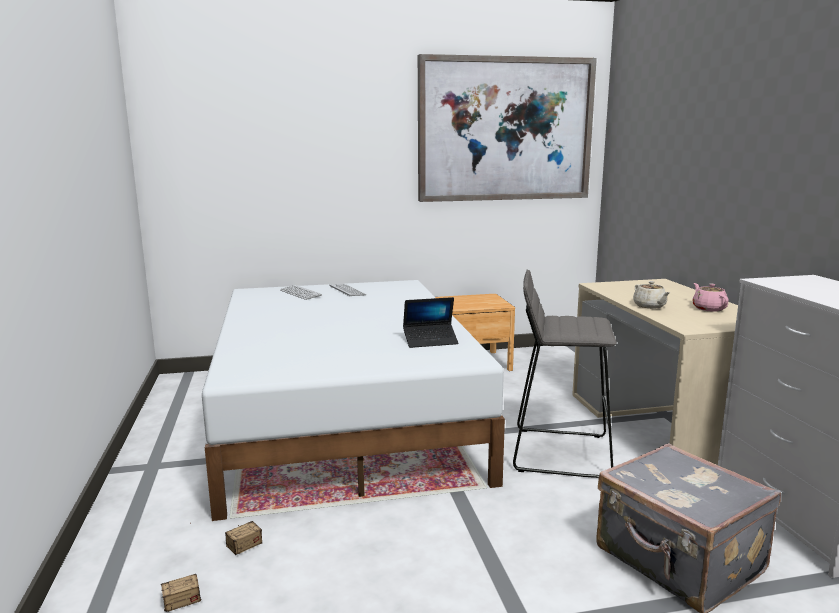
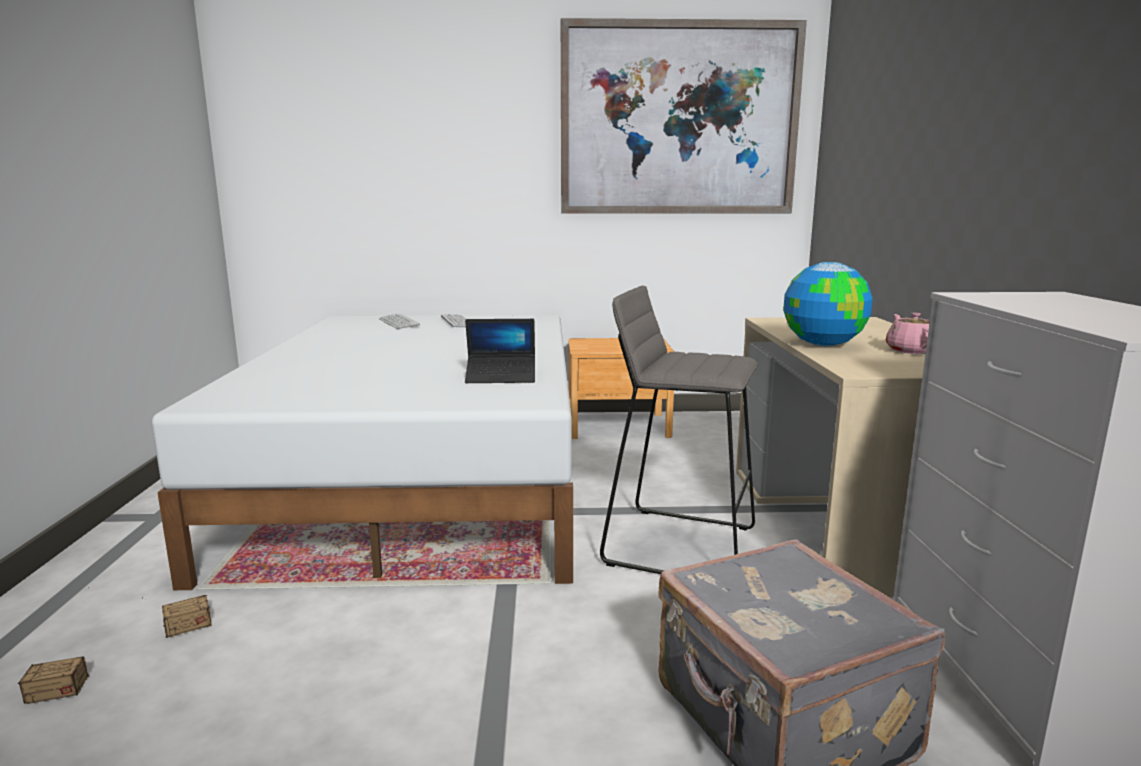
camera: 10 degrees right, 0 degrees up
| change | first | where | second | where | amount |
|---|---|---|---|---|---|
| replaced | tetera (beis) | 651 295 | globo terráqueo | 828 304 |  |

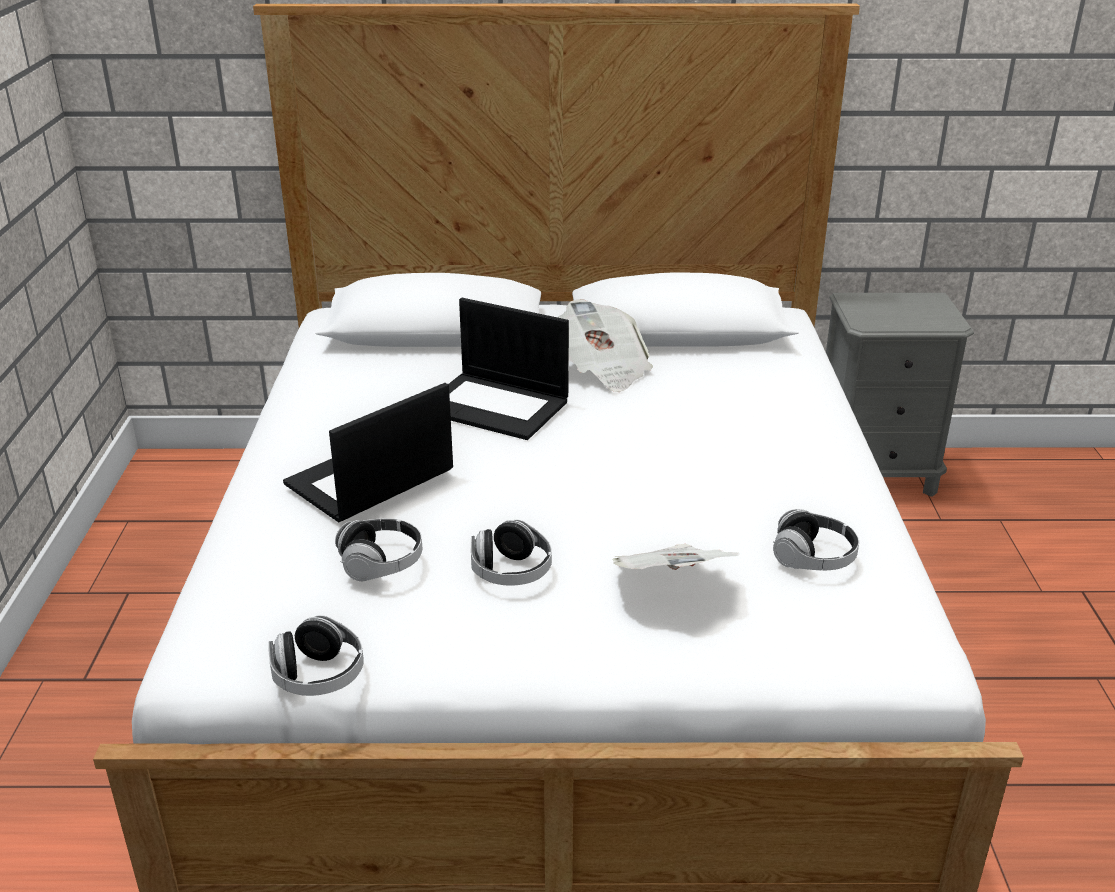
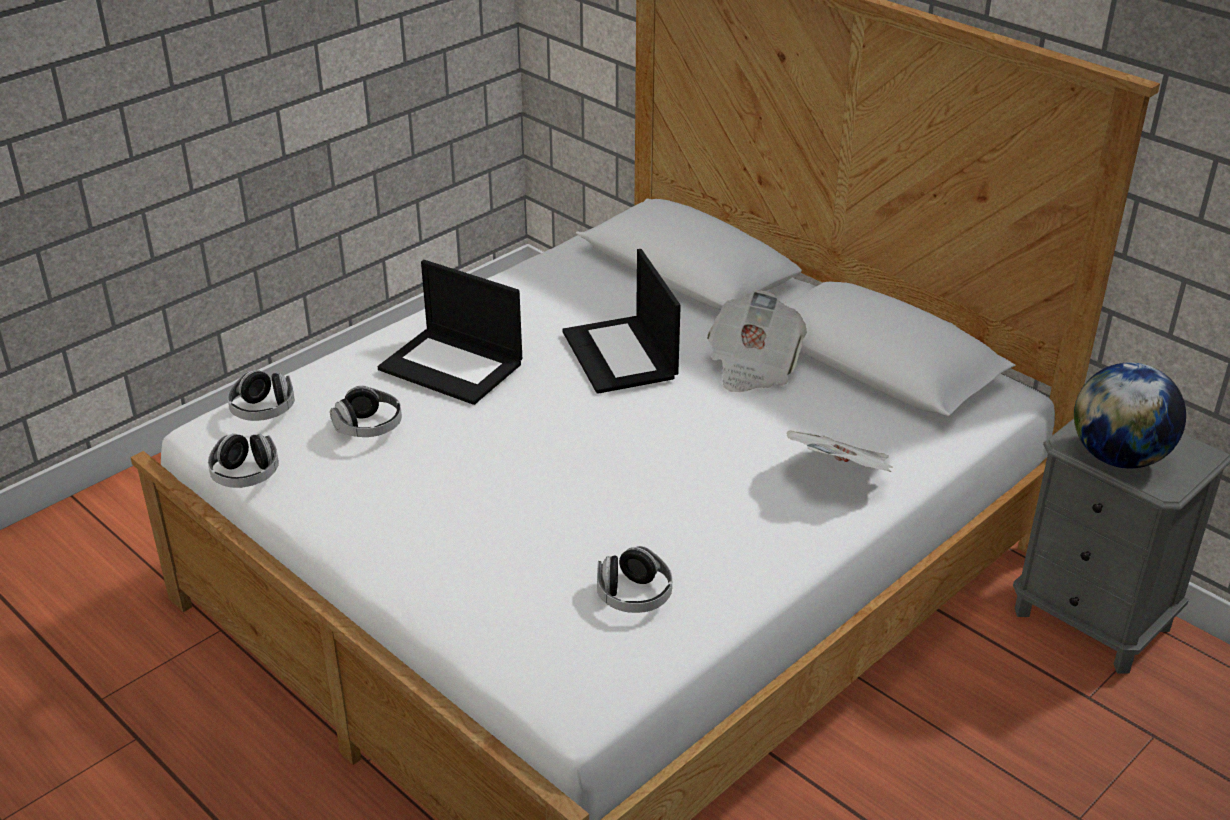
camera: 45 degrees right, 5 degrees up
| change | first | where | second | where | amount |
|---|---|---|---|---|---|
| moved | auriculares | 511 553 |  | 261 395 |  |
| turned | portátil | 368 452 |  | 450 332 | 150 degrees counterclockwise |
| moved | periódico | 675 557 |  | 840 451 |  |
| added |  |  | globo terráqueo | 1130 415 |  |

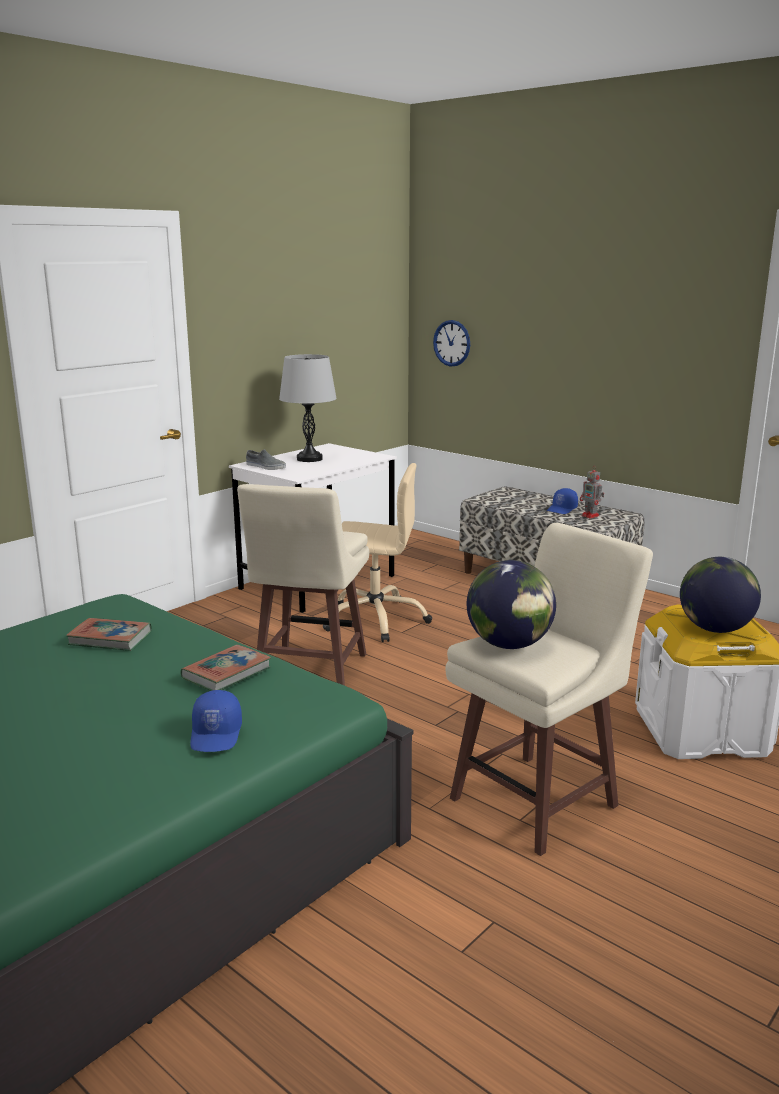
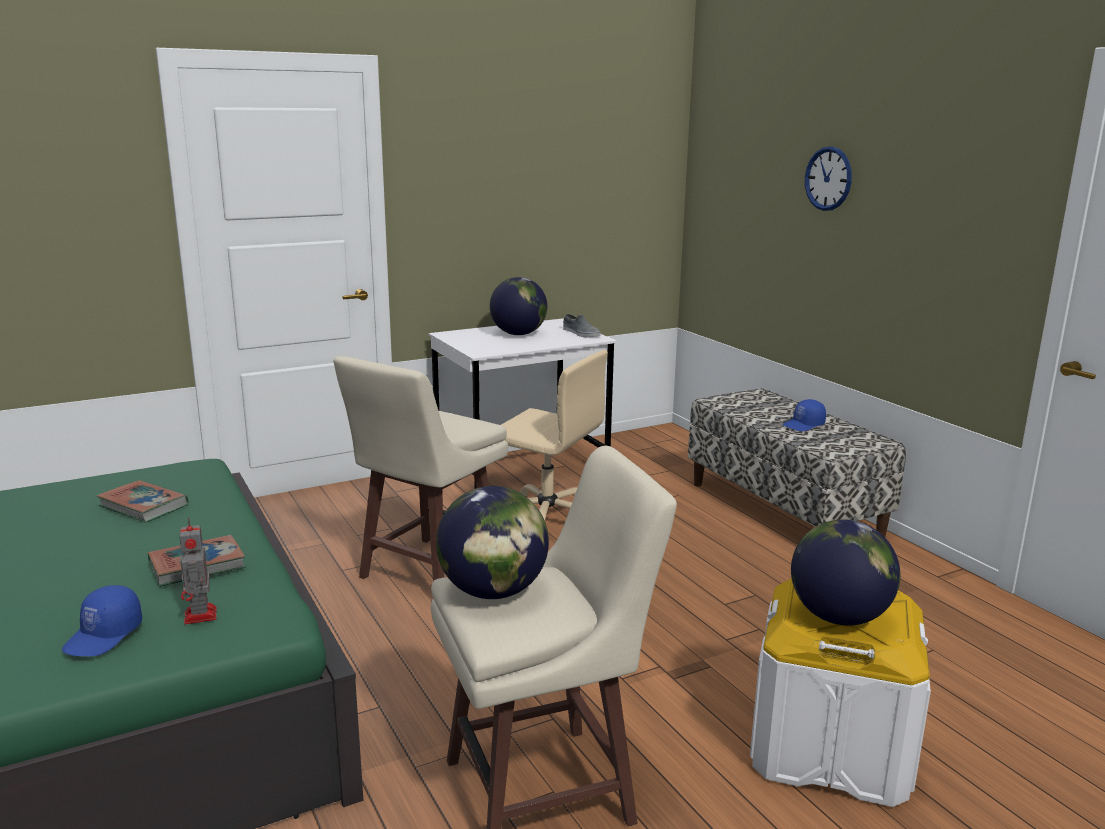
camera: 20 degrees right, 0 degrees up
| change | first | where | second | where | amount |
|---|---|---|---|---|---|
| moved | robot de juguete | 592 494 |  | 198 571 |  |
| replaced | lámpara de mesa (gris) | 308 408 | globo terráqueo | 518 306 |  |
| moved | zapato (gris) | 266 459 |  | 582 325 |  |
| moved | reloj de pared | 451 343 |  | 828 178 |  |

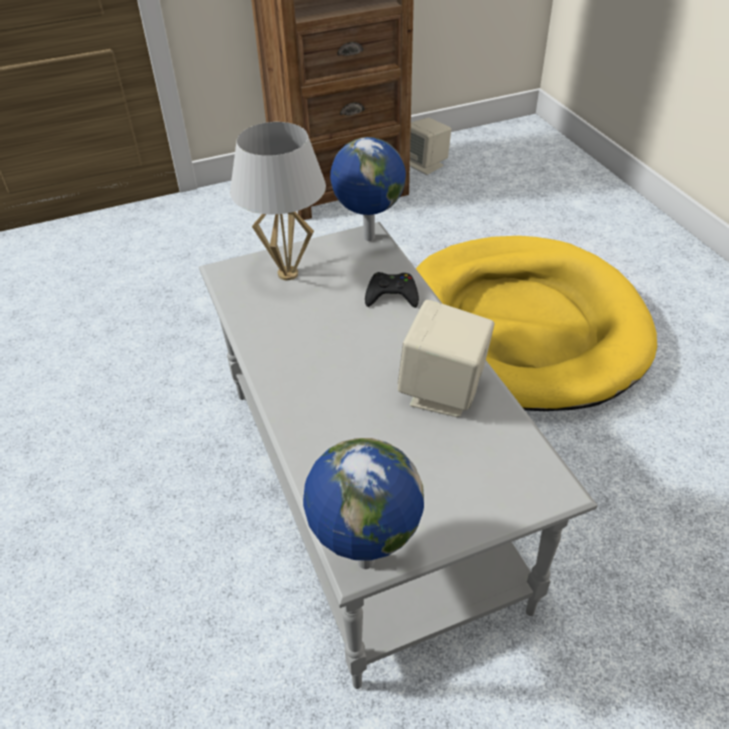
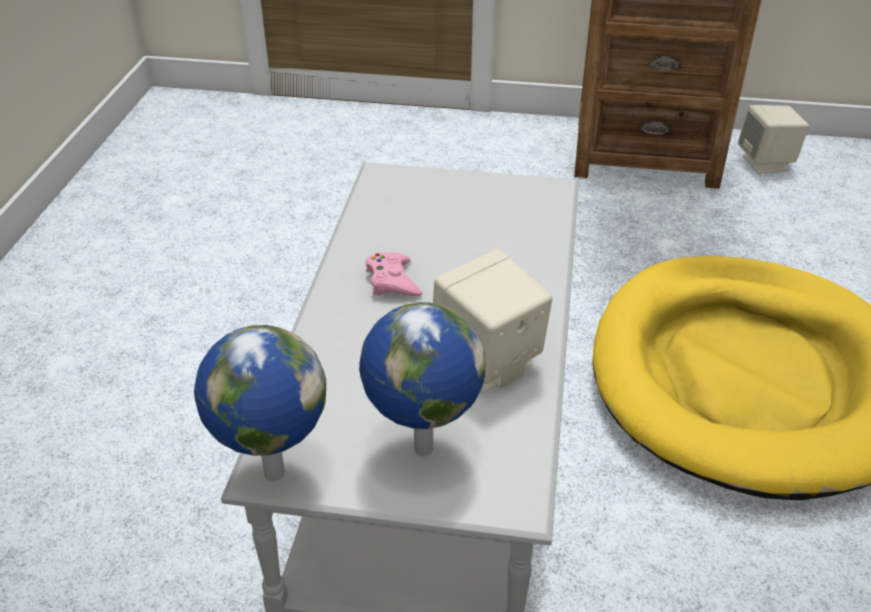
camera: 30 degrees right, 5 degrees down
| change | first | where | second | where | amount |
|---|---|---|---|---|---|
| moved | globo terráqueo | 368 189 |  | 422 379 |  |
| added |  |  | mando de consola (rosa) | 393 274 |  |
| removed | lámpara de mesa (blanco) | 278 201 |  |  |  |
| removed | mando de consola (negro) | 392 290 |  |  |  |

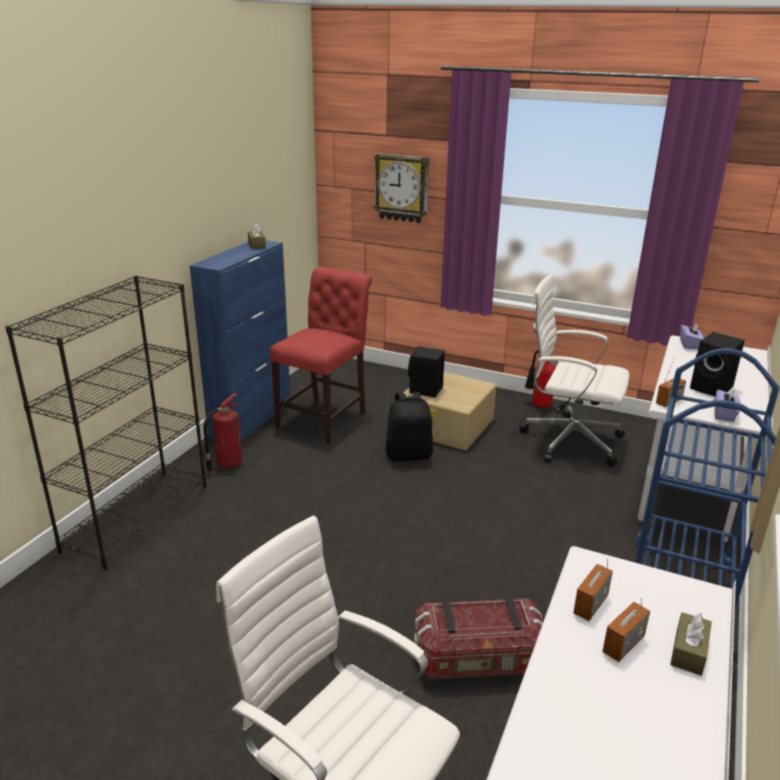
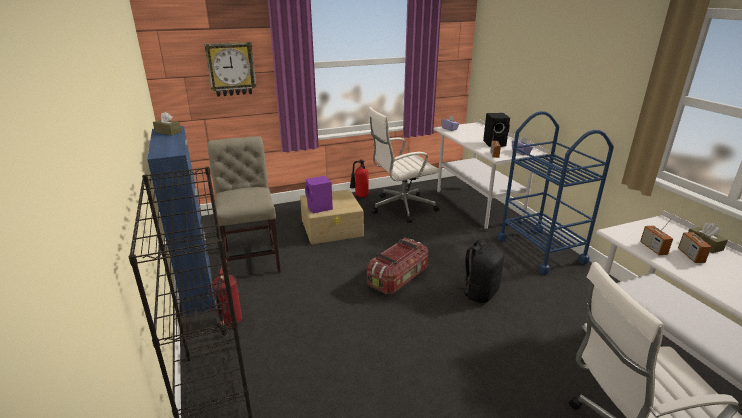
camera: 45 degrees left, 0 degrees up
| change | first | where | second | where | amount |
|---|---|---|---|---|---|
| recoloured | silla (rojo) | 321 355 | silla (beis) | 244 205 |  |
| recoloured | altavoz (negro) | 426 372 | altavoz (morado) | 319 194 |  |
| moved | caja de almacenaje | 478 638 |  | 397 265 |  |
| moved | mochila (negro) | 409 426 |  | 480 271 |  |

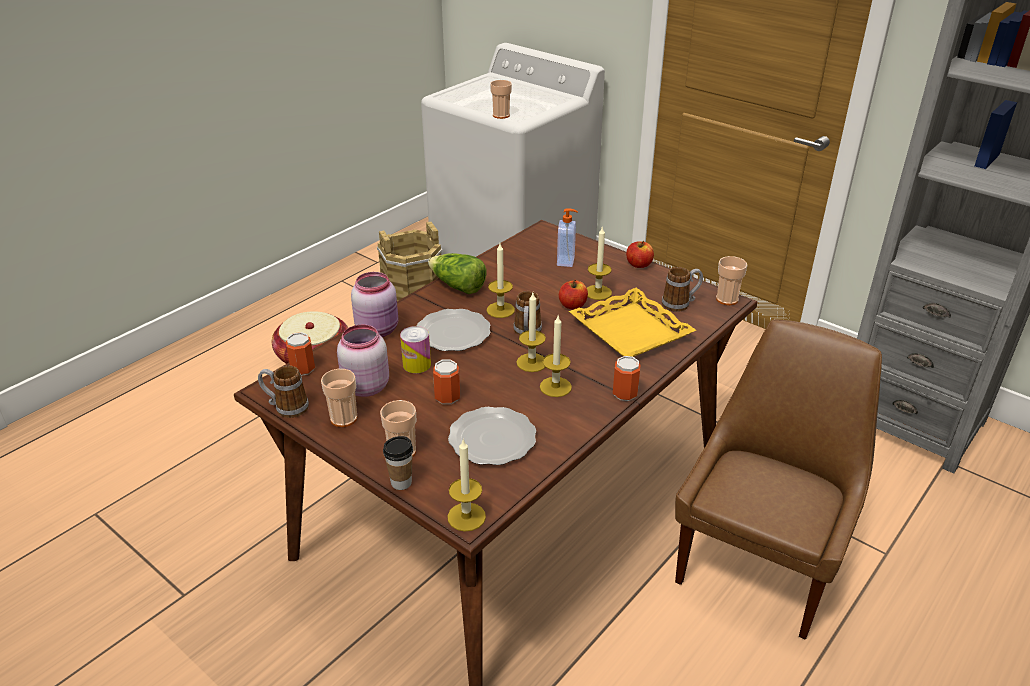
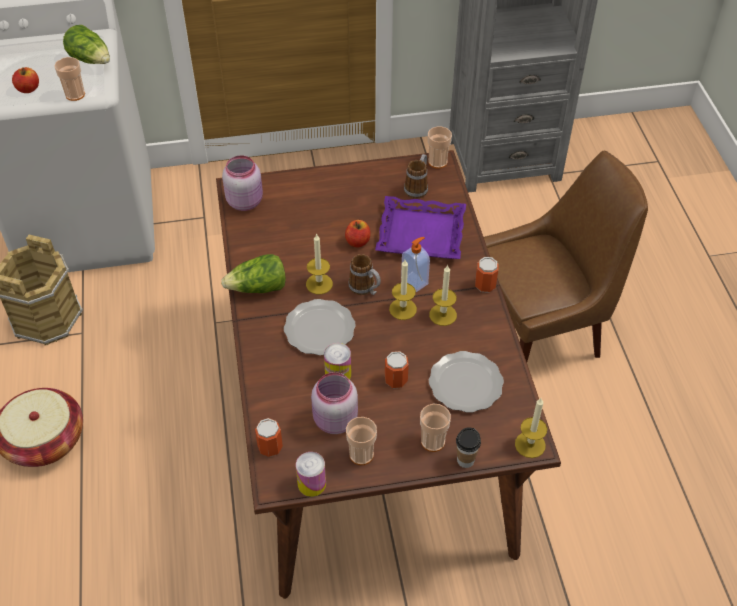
camera: 50 degrees left, 15 degrees up
| change | first | where | second | where | amount |
|---|---|---|---|---|---|
| moved | manzana | 640 254 |  | 25 80 |  |
| added |  |  | lechuga | 86 44 |  |
| moved | tarro (rosa) | 374 304 |  | 242 183 |  |
| replaced | taza grande | 283 391 | lata | 311 474 |  |
| recoloured | bandeja (amarillo) | 632 322 | bandeja (morado) | 420 227 |  |
| moved | dispensador de jabón | 567 237 |  | 415 264 |  |
| turned | silla (marrón) | 778 479 |  | 566 256 | 90 degrees clockwise |
| removed | vela | 599 263 |  |  |  |

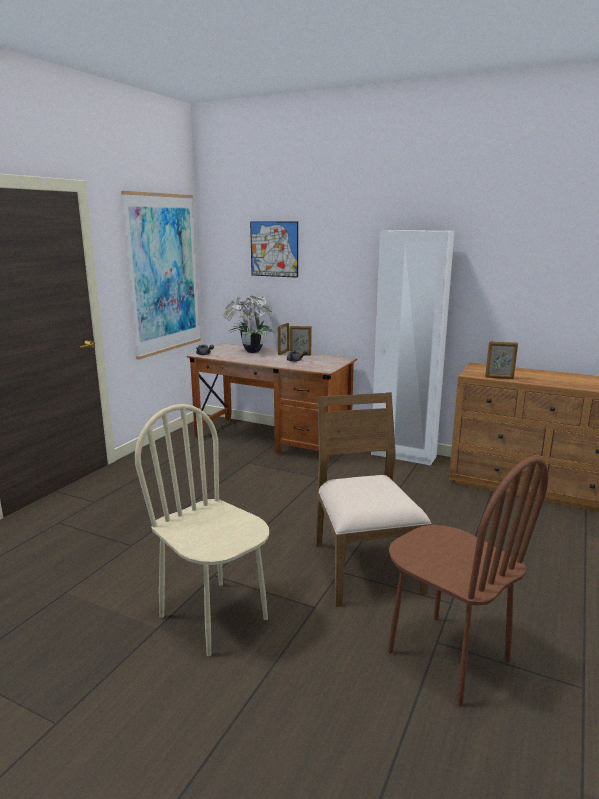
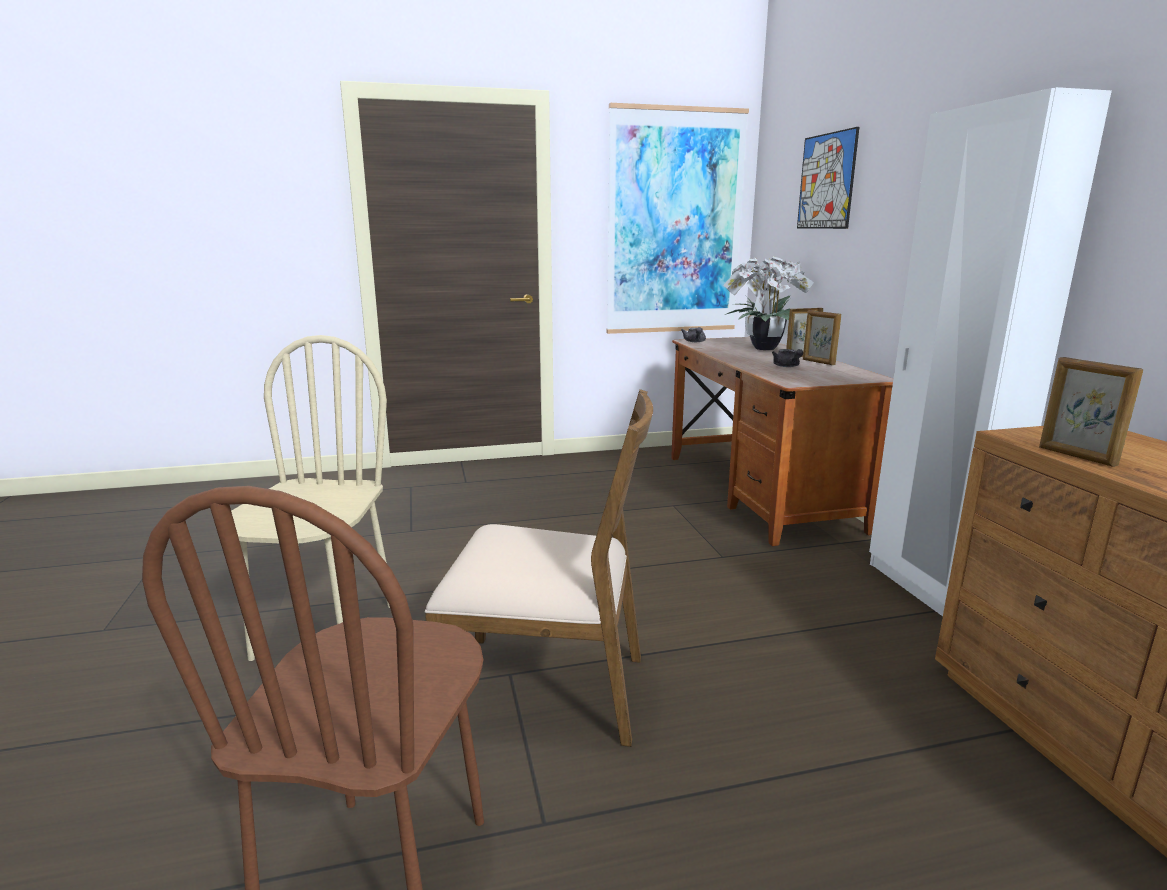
camera: 50 degrees right, 0 degrees up
| change | first | where | second | where | amount |
|---|---|---|---|---|---|
| turned | silla (marrón) | 374 499 |  | 539 568 | 60 degrees clockwise |

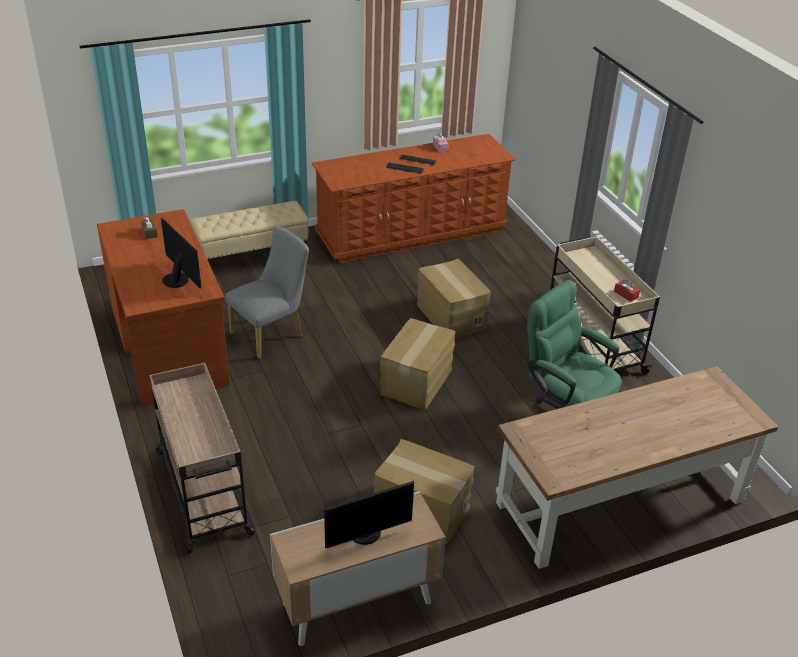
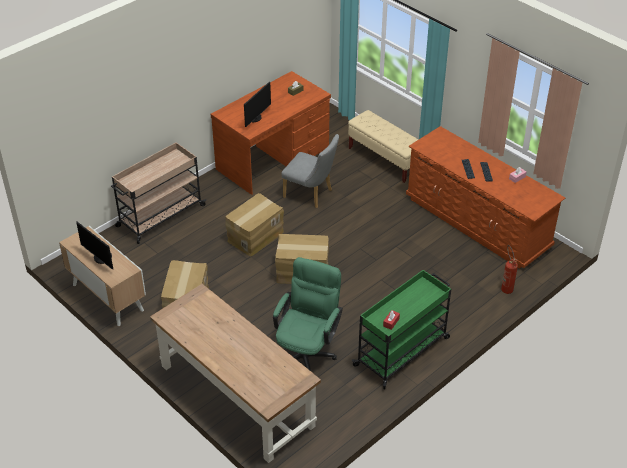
camera: 70 degrees right, 5 degrees up
| change | first | where | second | where | amount |
|---|---|---|---|---|---|
| moved | caja de cartón | 454 298 |  | 254 225 |  |
| recoloured | carrito (beis) | 605 305 | carrito (verde) | 401 329 |  |
| added |  |  | extintor | 509 269 |  |

